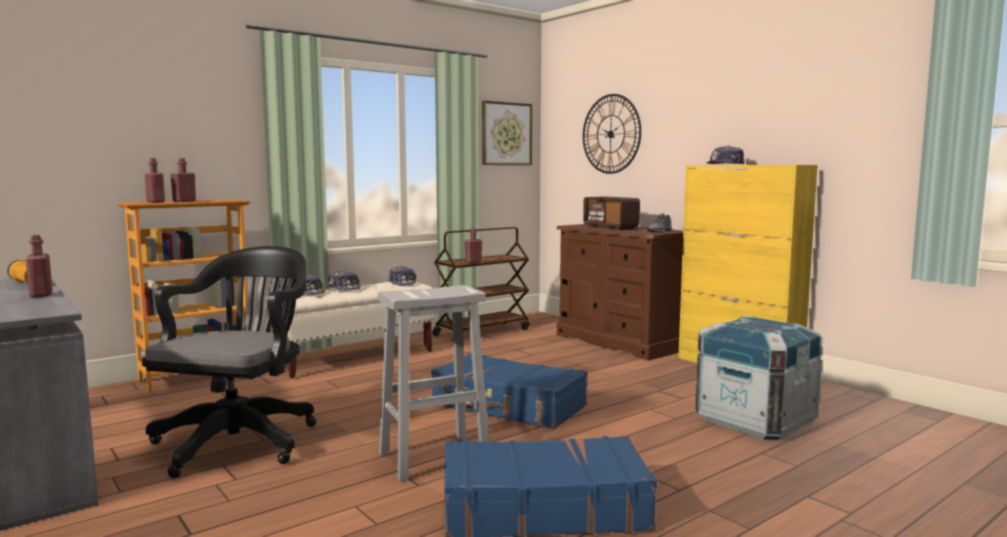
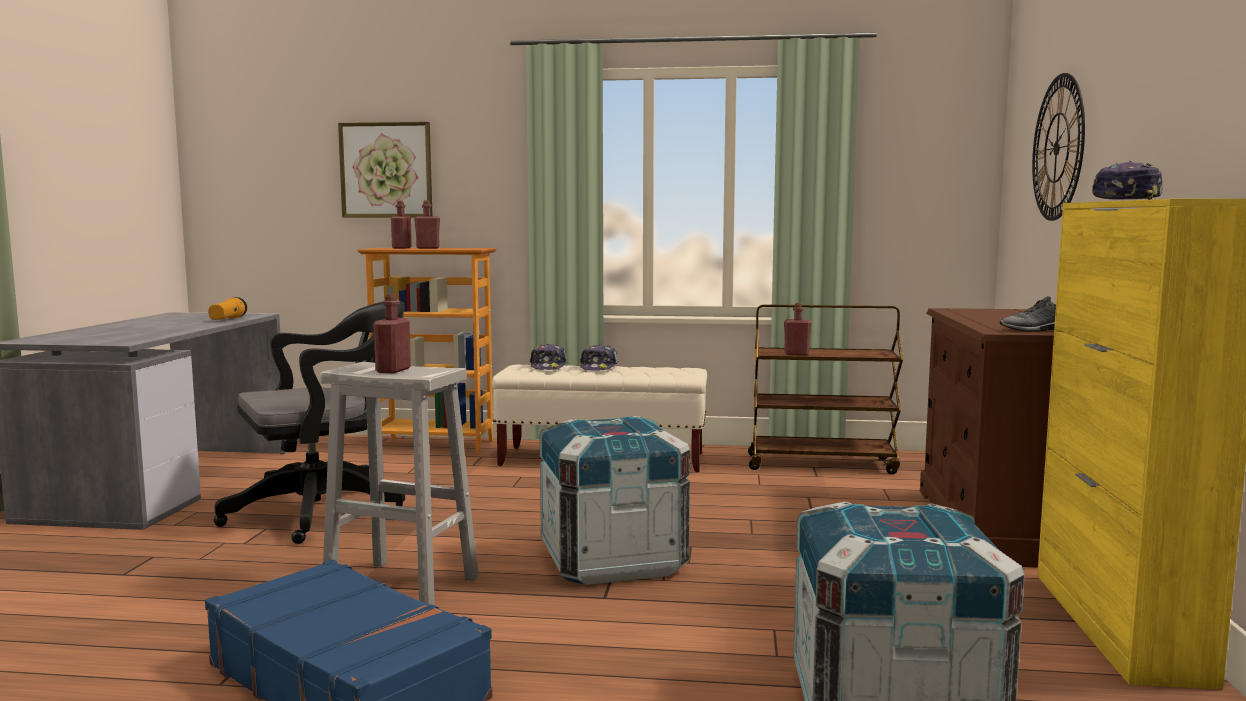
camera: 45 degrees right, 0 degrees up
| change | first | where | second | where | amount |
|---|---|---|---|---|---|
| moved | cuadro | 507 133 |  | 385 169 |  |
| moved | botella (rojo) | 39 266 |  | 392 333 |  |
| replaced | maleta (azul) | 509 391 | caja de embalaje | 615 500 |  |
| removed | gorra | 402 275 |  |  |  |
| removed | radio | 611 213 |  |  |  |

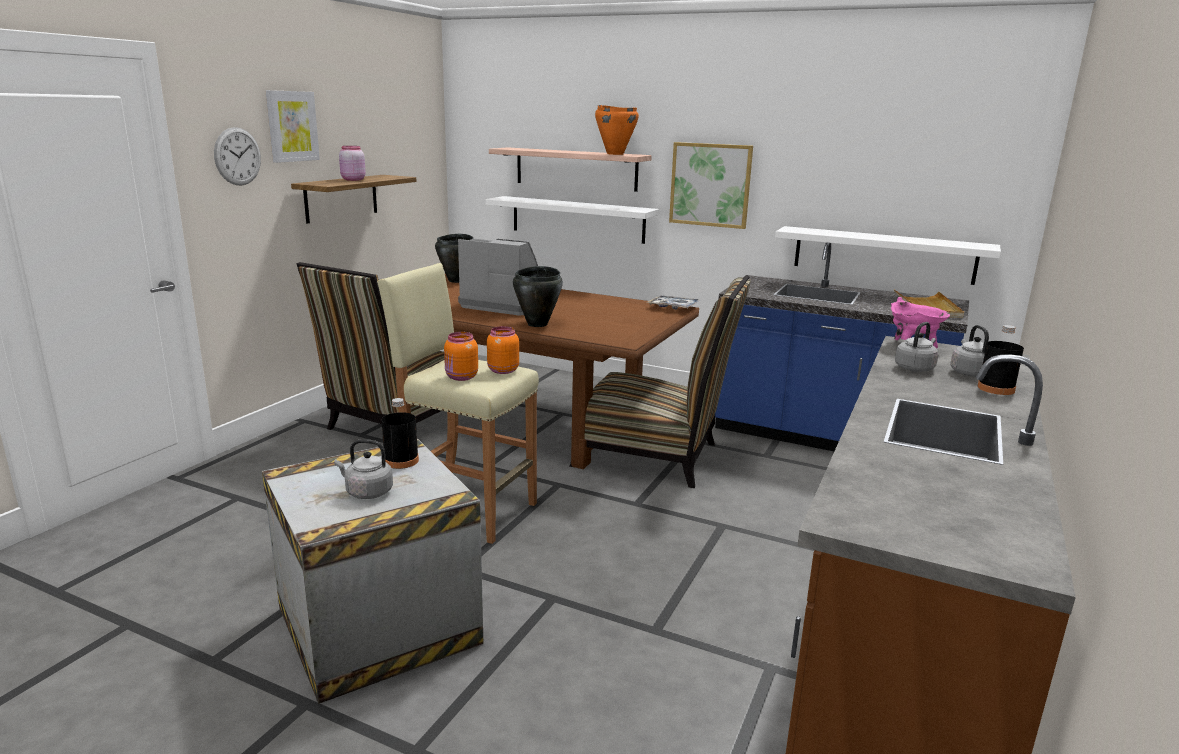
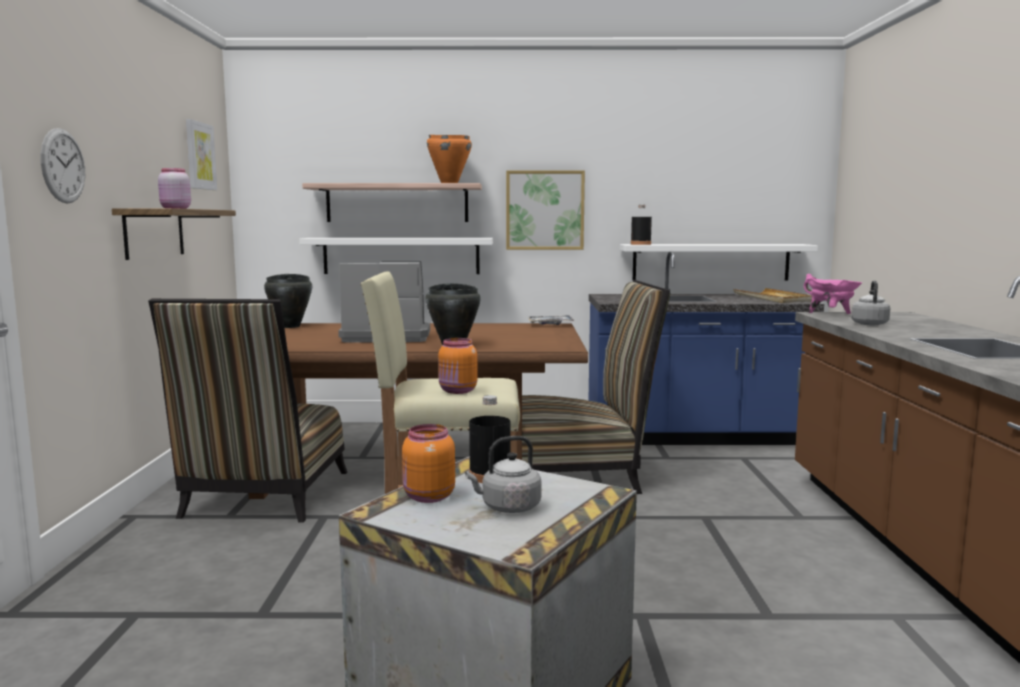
camera: 25 degrees left, 10 degrees down
| change | first | where | second | where | amount |
|---|---|---|---|---|---|
| moved | cuadro | 293 126 |  | 201 154 |  |
| moved | tarro (naranja) | 503 350 |  | 428 463 |  |
| moved | botella (negro) | 1001 360 |  | 641 225 |  |
| removed | hervidor (gris) | 969 351 |  |  |  |

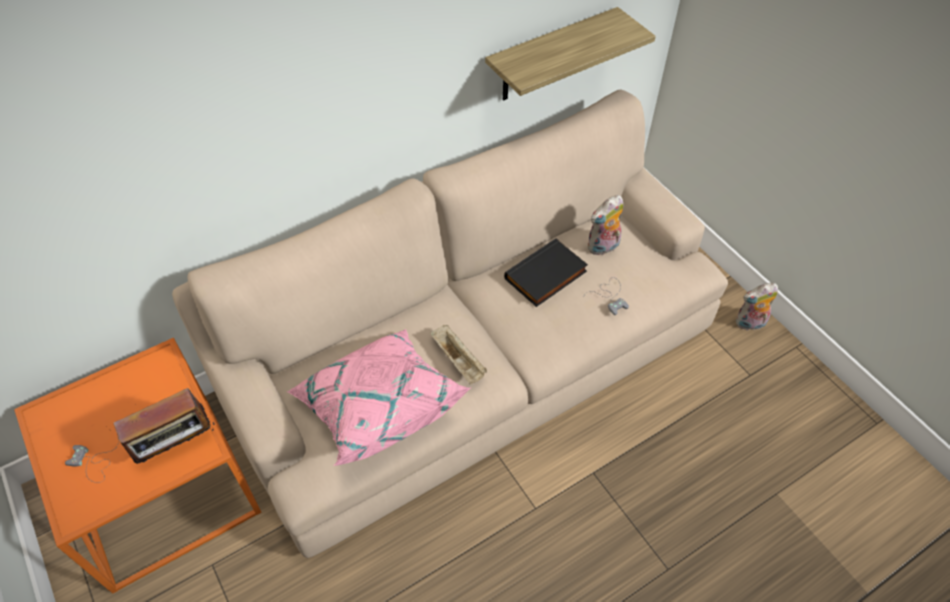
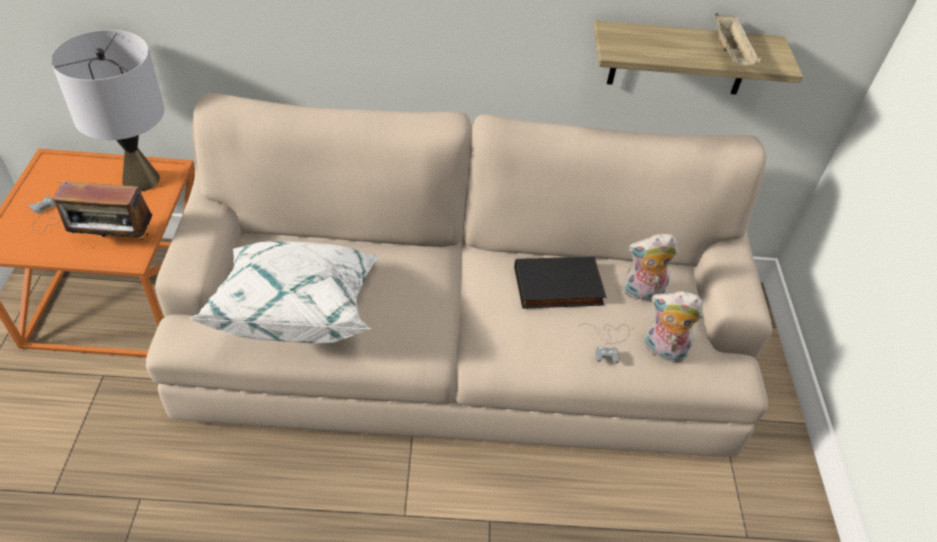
camera: 30 degrees right, 5 degrees down
| change | first | where | second | where | amount |
|---|---|---|---|---|---|
| added |  |  | lámpara de mesa (gris) | 108 111 |  |
| recoloured | cojín (rosa) | 379 397 | cojín (blanco) | 284 292 |  |
| moved | peluche | 757 307 |  | 674 326 |  |
| moved | bandeja (beis) | 458 354 |  | 737 38 |  |

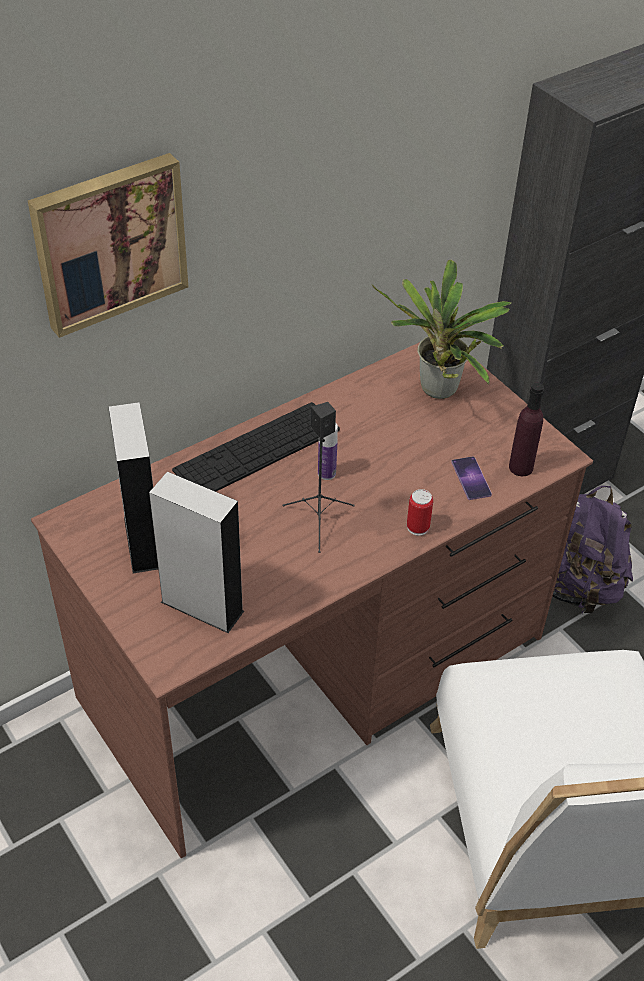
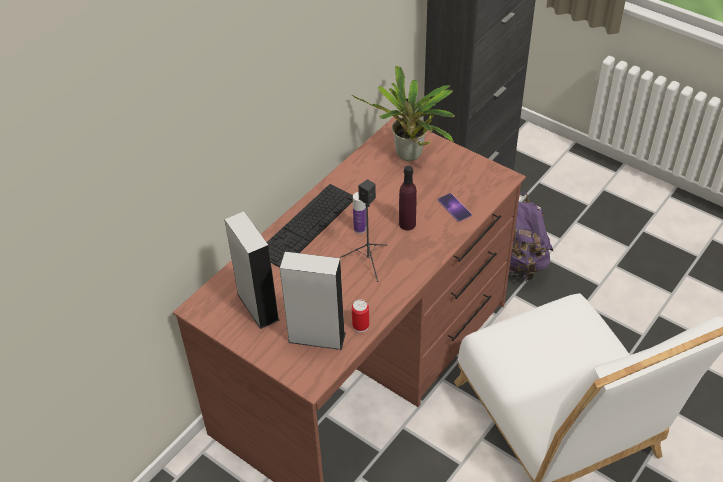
camera: 15 degrees left, 0 degrees up
| change | first | where | second | where | amount |
|---|---|---|---|---|---|
| moved | lata | 420 512 |  | 360 315 |  |
| moved | botella (morado) | 526 429 |  | 408 198 |  |
| removed | cuadro | 108 245 |  |  |  |

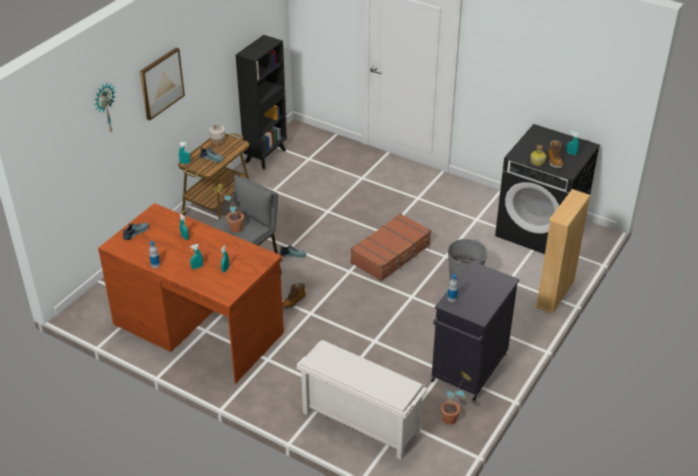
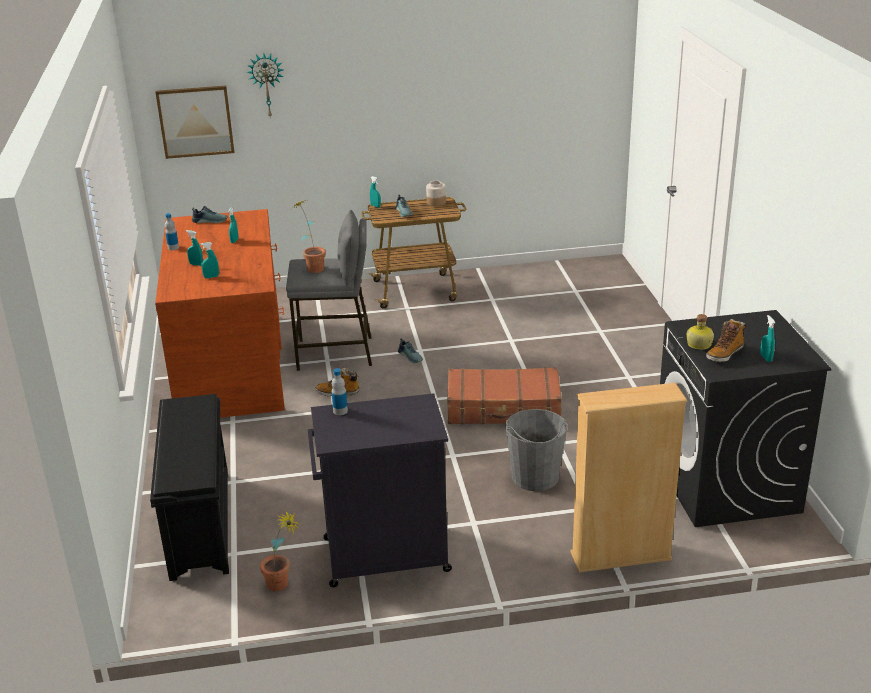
camera: 50 degrees right, 10 degrees down
| change | first | where | second | where | amount |
|---|---|---|---|---|---|
| recoloured | zapatero (blanco) | 361 400 | zapatero (negro) | 189 487 |  |
| moved | cuadro | 162 83 |  | 194 122 |  |
| removed | estantería (negro) | 261 102 |  |  |  |

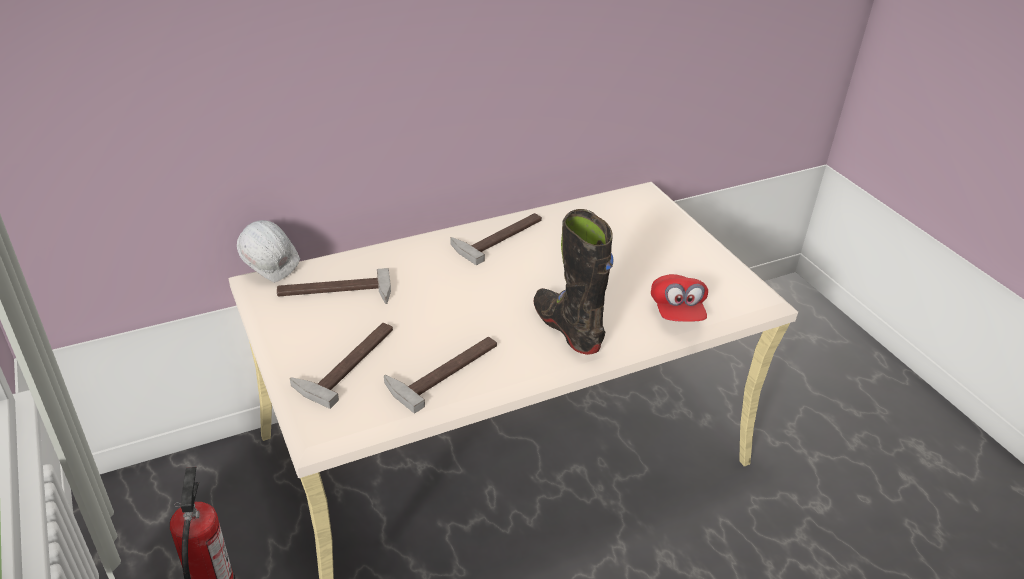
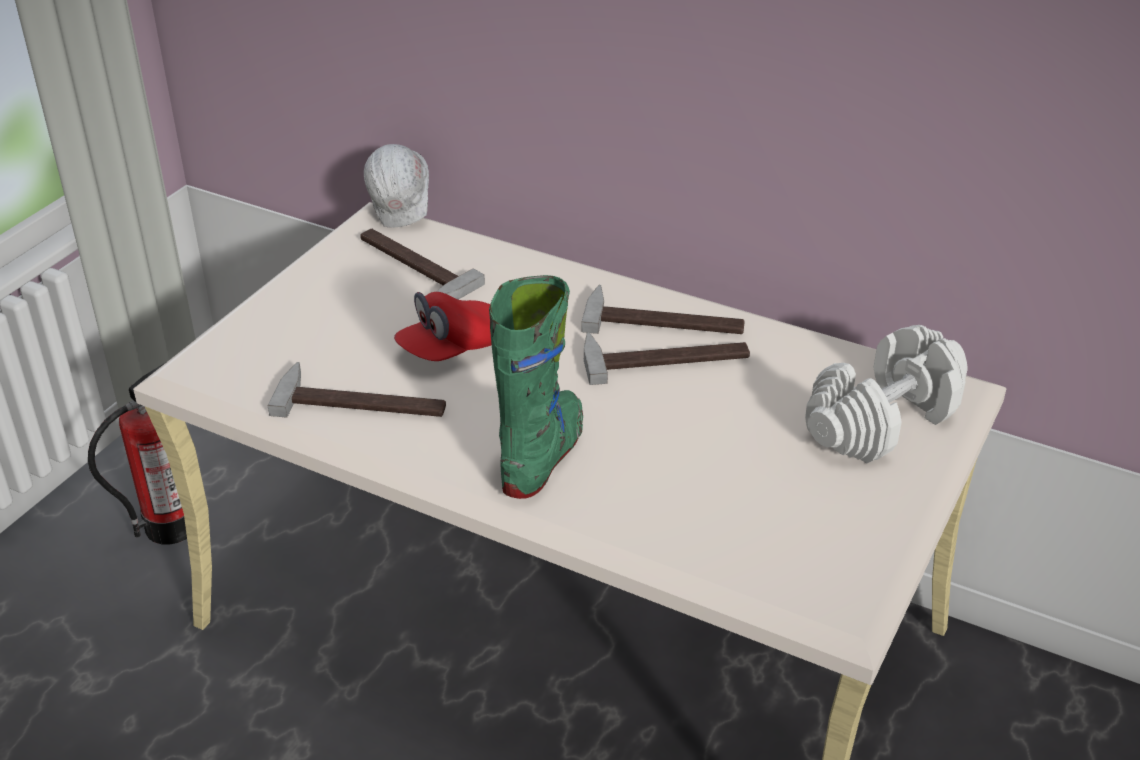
camera: 55 degrees right, 0 degrees up
| change | first | where | second | where | amount |
|---|---|---|---|---|---|
| moved | gorra (rojo) | 679 298 |  | 443 326 |  |
| recoloured | bota (negro) | 573 282 | bota (verde) | 536 387 |  |
| moved | martillo | 341 366 |  | 667 358 |  |
| added |  |  | mancuerna (blanco) | 886 394 |  |

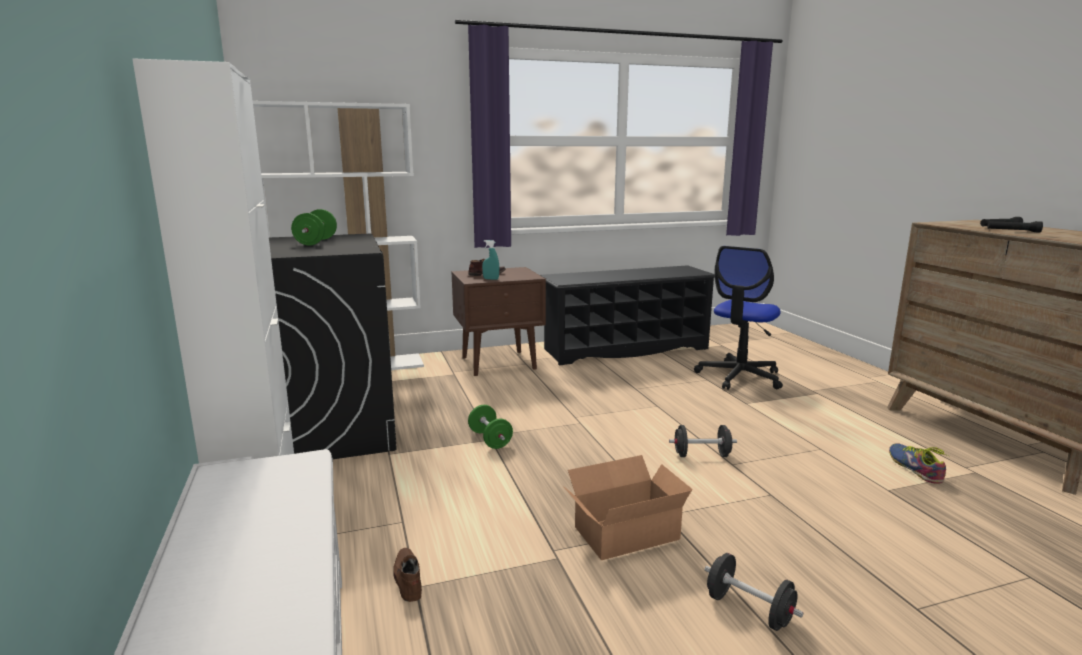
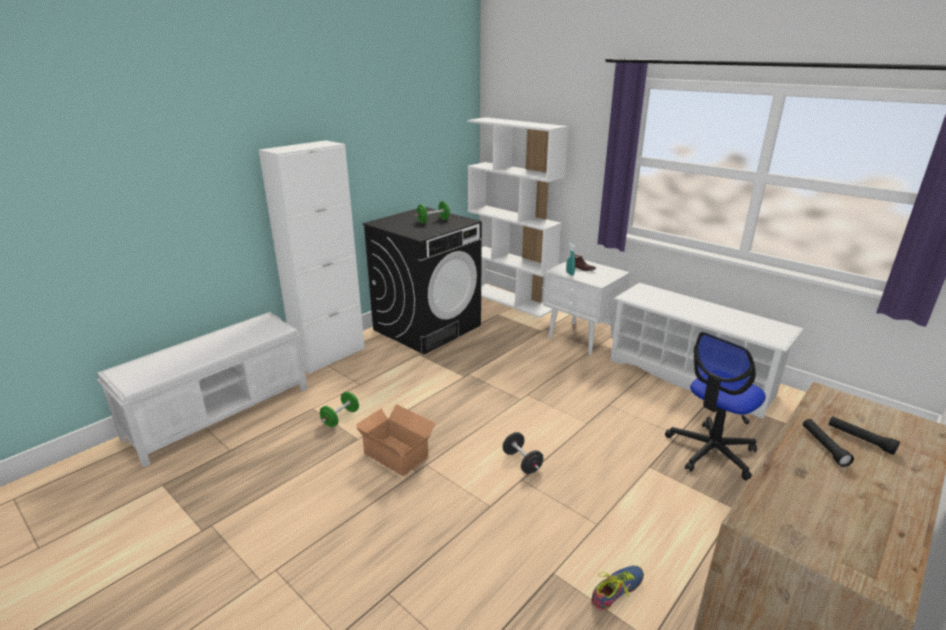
camera: 60 degrees right, 10 degrees up
| change | first | where | second | where | amount |
|---|---|---|---|---|---|
| moved | mancuerna (verde) | 490 427 |  | 339 409 |  |
| recoloured | mesita de noche (marrón) | 498 321 | mesita de noche (blanco) | 586 307 |  |
| recoloured | zapatero (negro) | 627 315 | zapatero (blanco) | 707 351 |  |
| turned | silla de oficina | 738 318 |  | 715 406 | 45 degrees counterclockwise |
| removed | zapato (marrón) | 407 575 |  |  |  |
| removed | mancuerna (negro) | 753 592 |  |  |  |

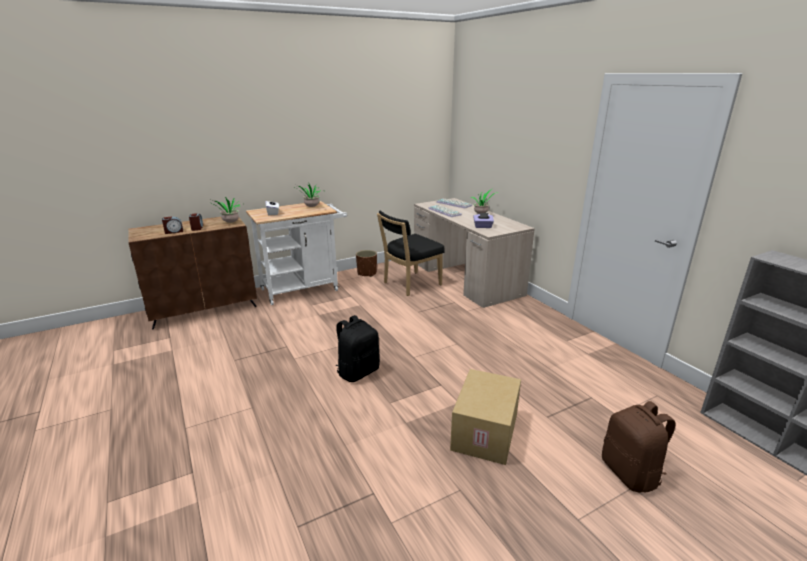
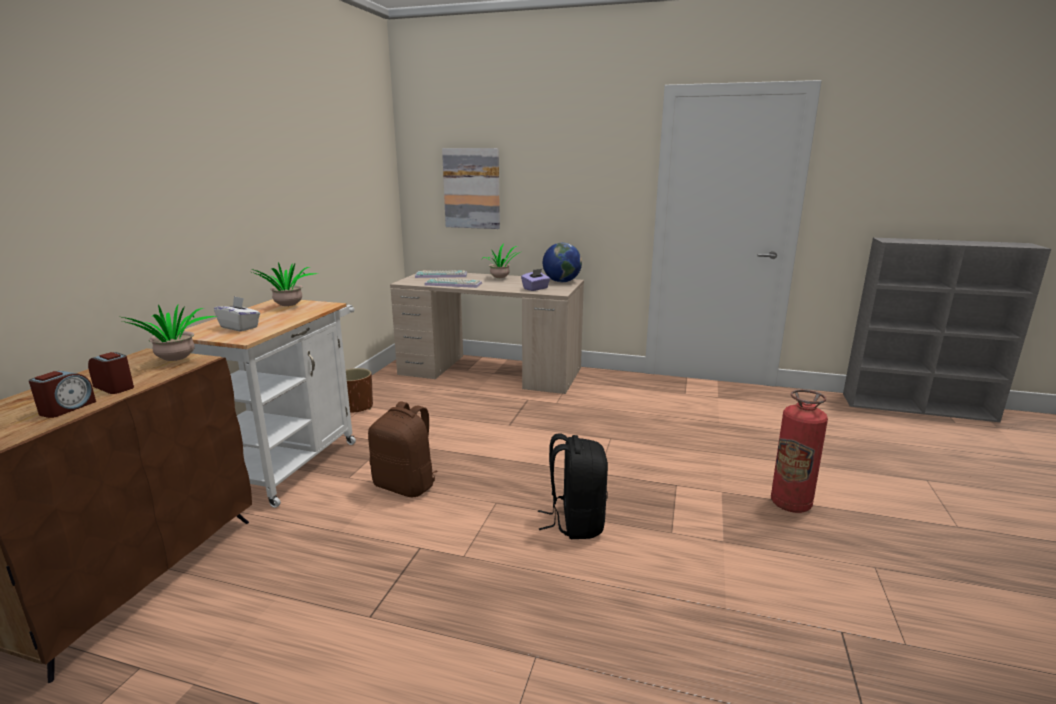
camera: 45 degrees left, 5 degrees down
| change | first | where | second | where | amount |
|---|---|---|---|---|---|
| moved | mochila (marrón) | 638 447 |  | 403 449 |  |
| added |  |  | cuadro | 471 188 |  |
| added |  |  | globo terráqueo | 562 262 |  |
| replaced | caja de cartón | 485 417 | extintor | 799 451 |  |
| removed | silla (negro) | 411 253 |  |  |  |

